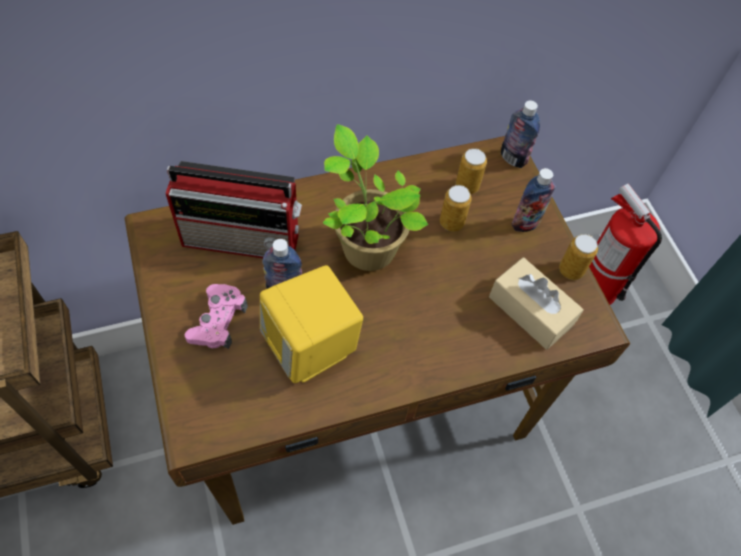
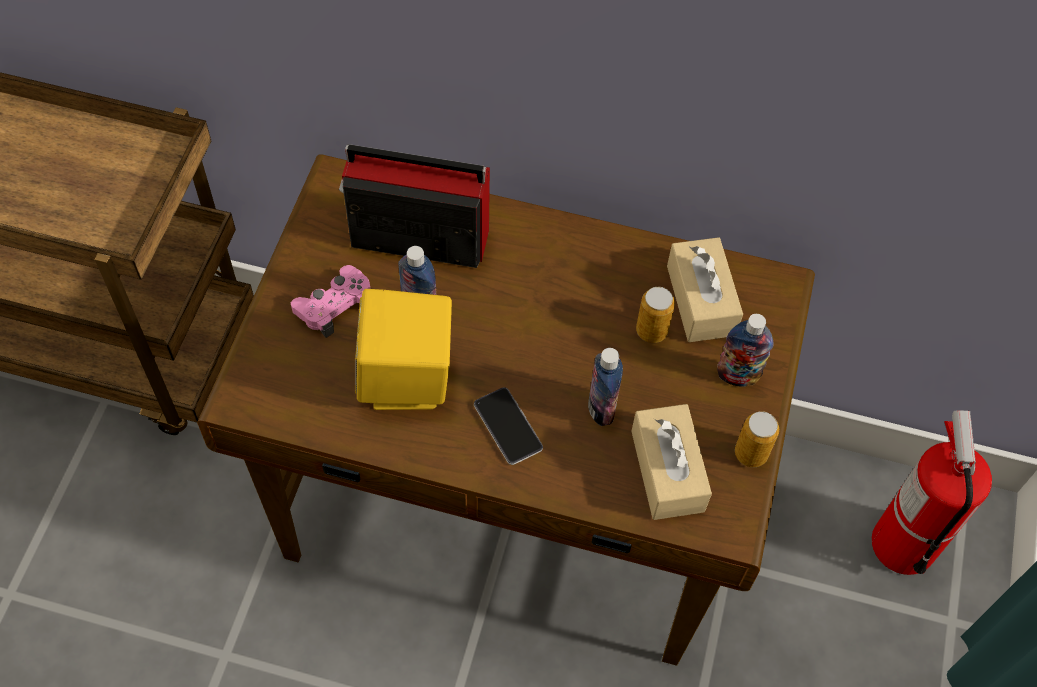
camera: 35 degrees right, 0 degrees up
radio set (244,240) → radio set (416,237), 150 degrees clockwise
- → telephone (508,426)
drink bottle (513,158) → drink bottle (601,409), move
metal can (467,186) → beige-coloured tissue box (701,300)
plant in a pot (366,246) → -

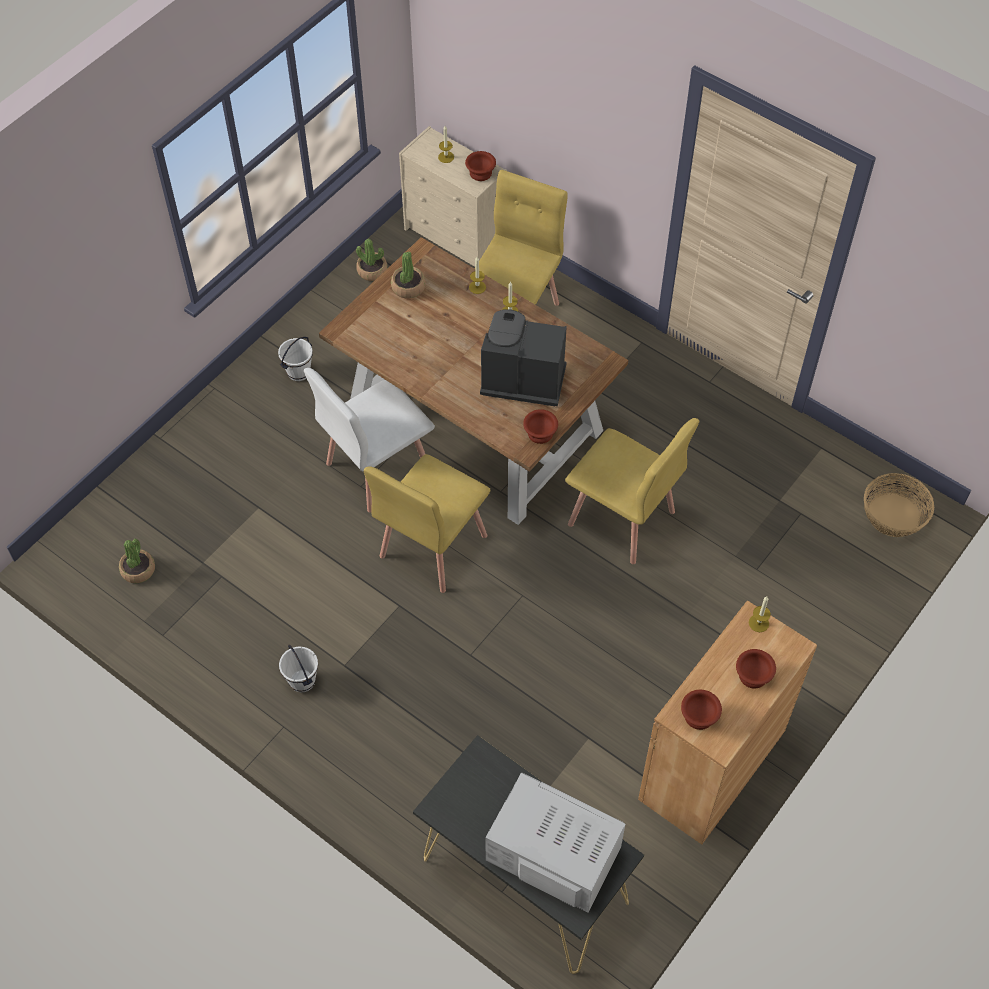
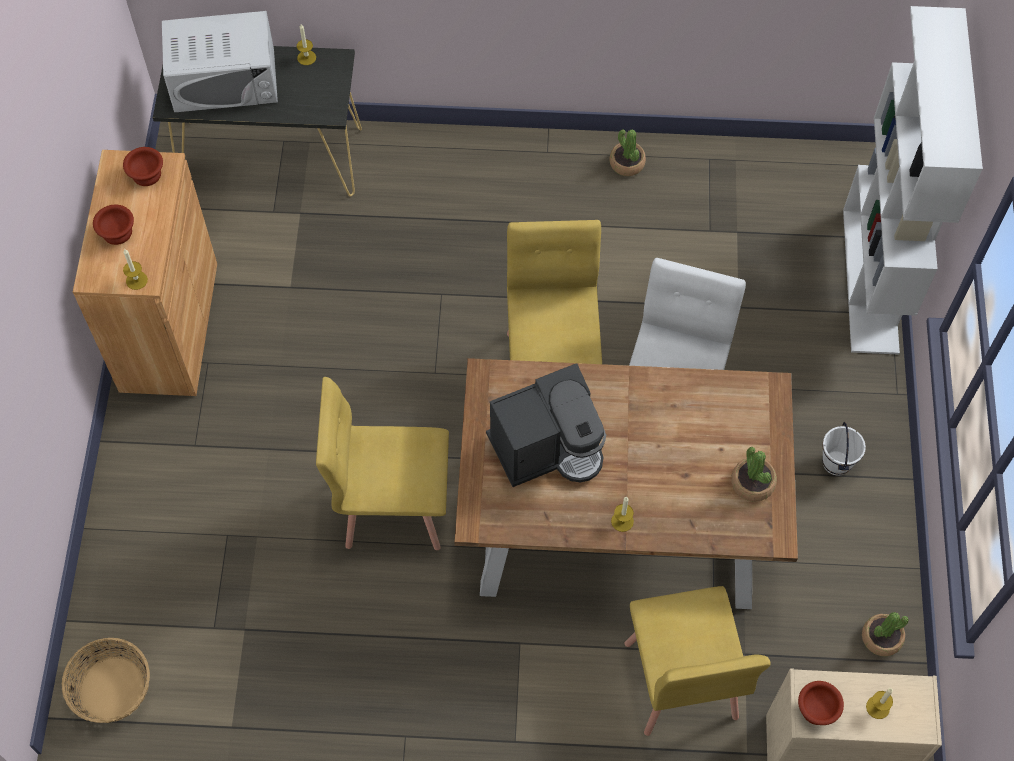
camera: 145 degrees right, 5 degrees up
wax candle (477,287) → wax candle (306,57), move
plant in a pot (138,570) → plant in a pot (626,163), move
- → whitish bookcase (871,281)
whitish bucket (301,681) → -
brown-coloured bowl (541,433) → -

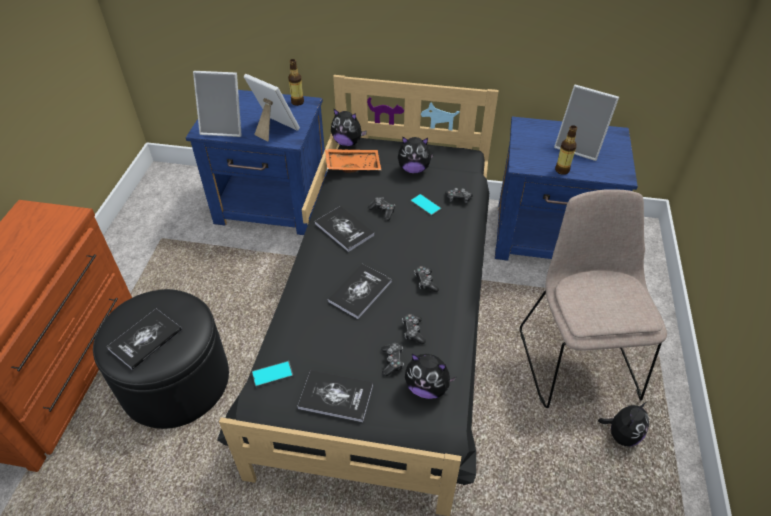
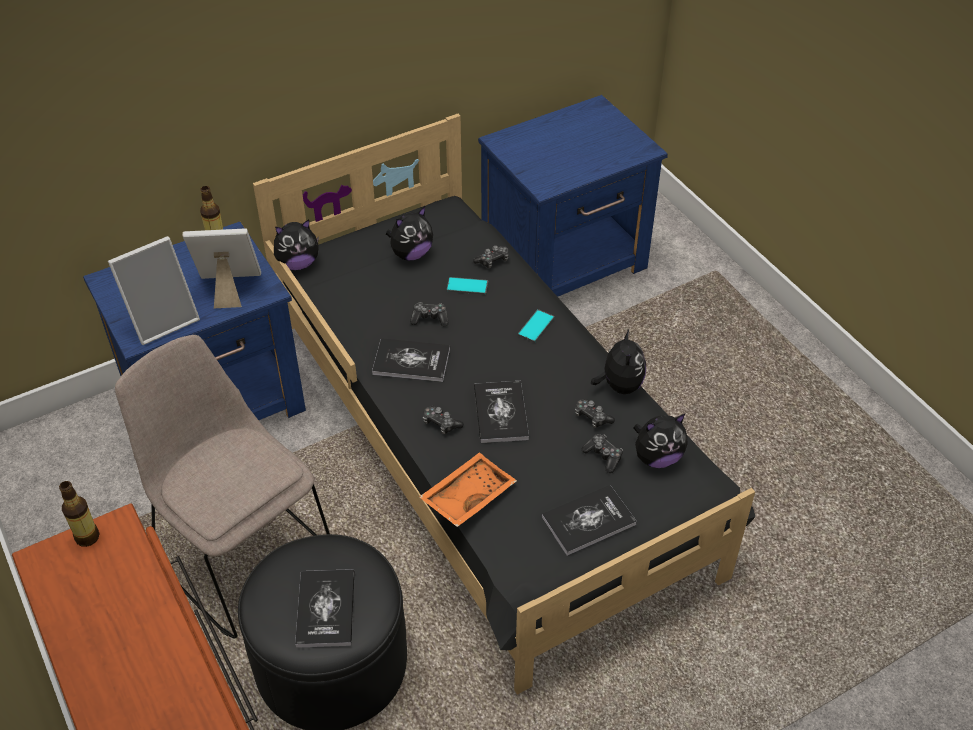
camera: 40 degrees left, 0 degrees up
drink bottle (562,170) → drink bottle (87,537), move
beige-coloured upright chair (576,359) → beige-coloured upright chair (243,556), move
orange-coloured serving tray (353,165) → orange-coloured serving tray (467,495), move
game controller (425,282) → game controller (441,423), move
telephone (272,374) → telephone (536,326), move
cuddly toy (621,434) → cuddly toy (619,385), move
standing frame (579,146) → -

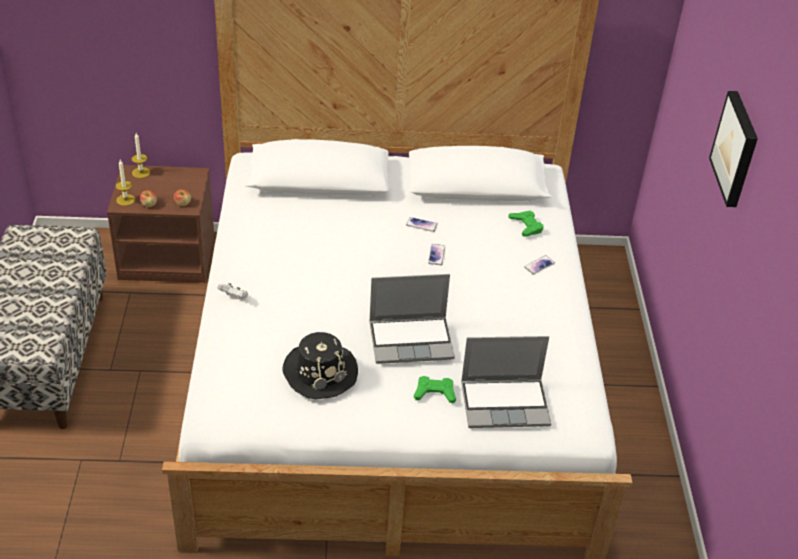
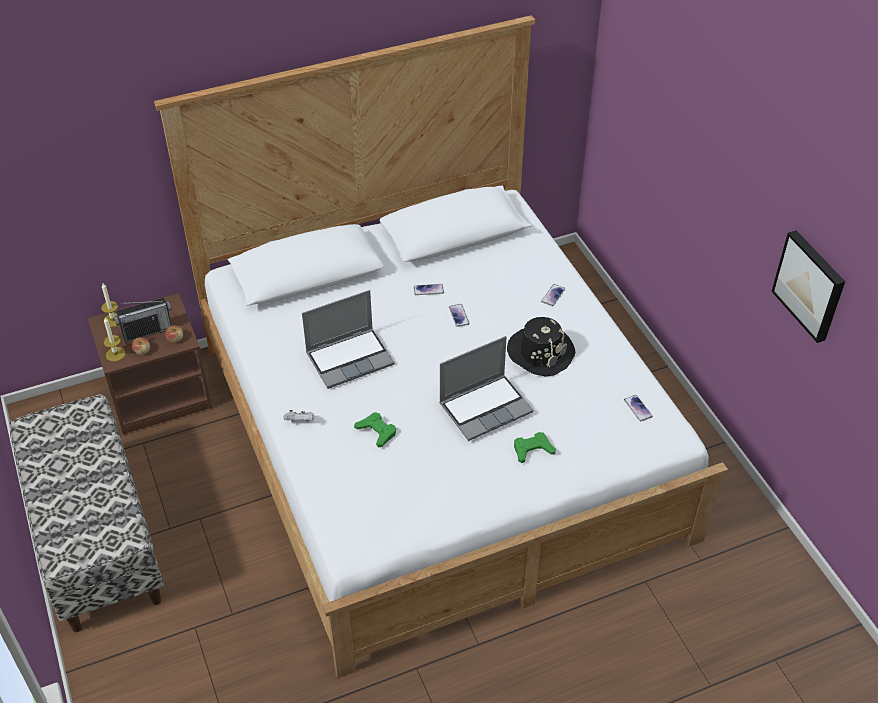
camera: 20 degrees left, 5 degrees up
- → radio set (147,332)
notebook computer (505,403) → notebook computer (350,358), move
greenish game controller (526,226) → greenish game controller (376,432), move
black hat (320,372) → black hat (540,352), move
- → telephone (638,408)
wall picture (737,149) → wall picture (810,285), move

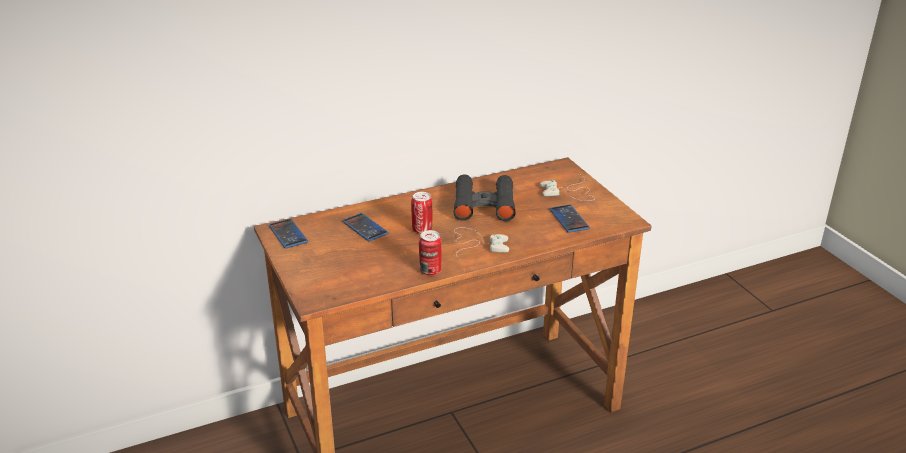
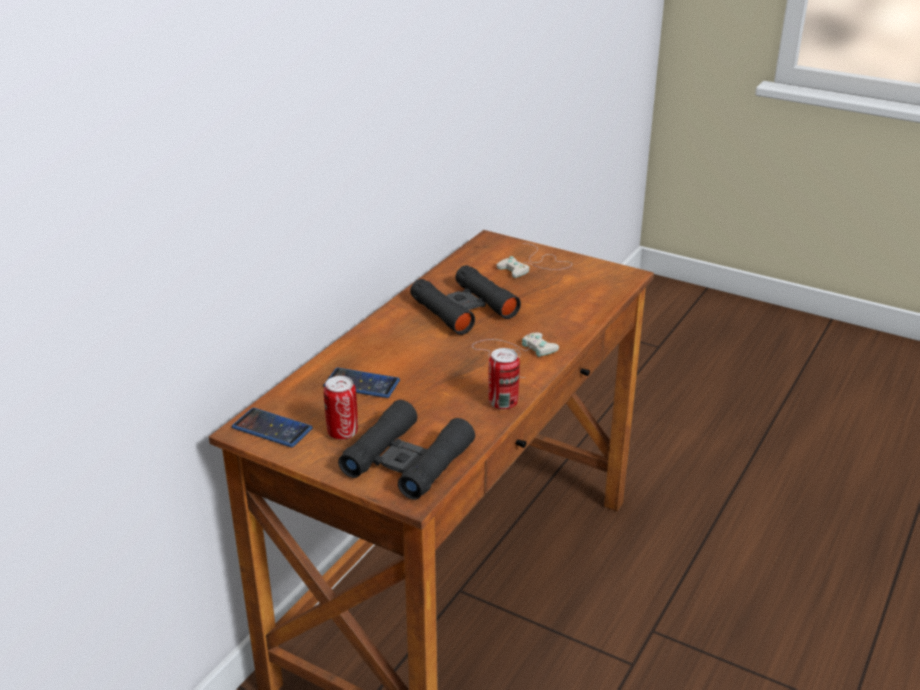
camera: 35 degrees left, 0 degrees up
metal can (422,230) → metal can (342,433), move
- → black field glasses (407,460)
telephone (569,219) → -

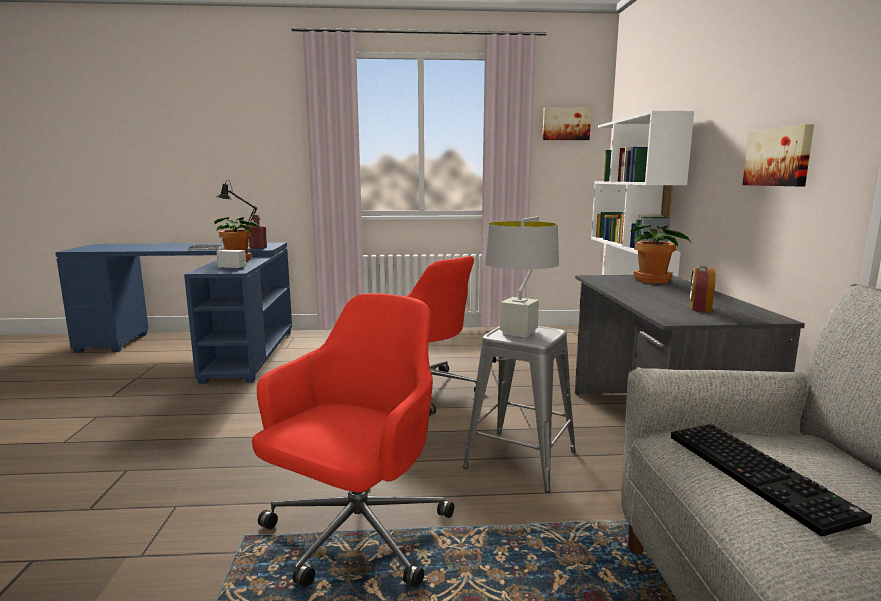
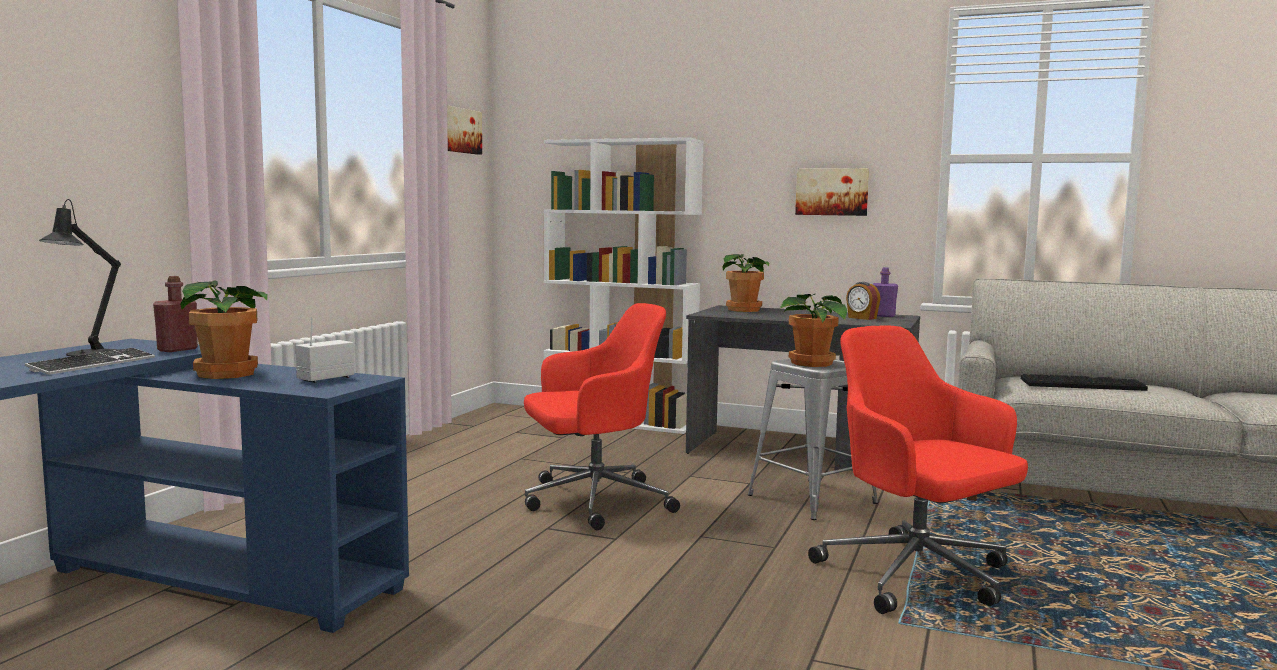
camera: 65 degrees left, 5 degrees down
greyish tabletop lamp (519,332) → plant in a pot (812,364)
- → purple drink bottle (883,316)

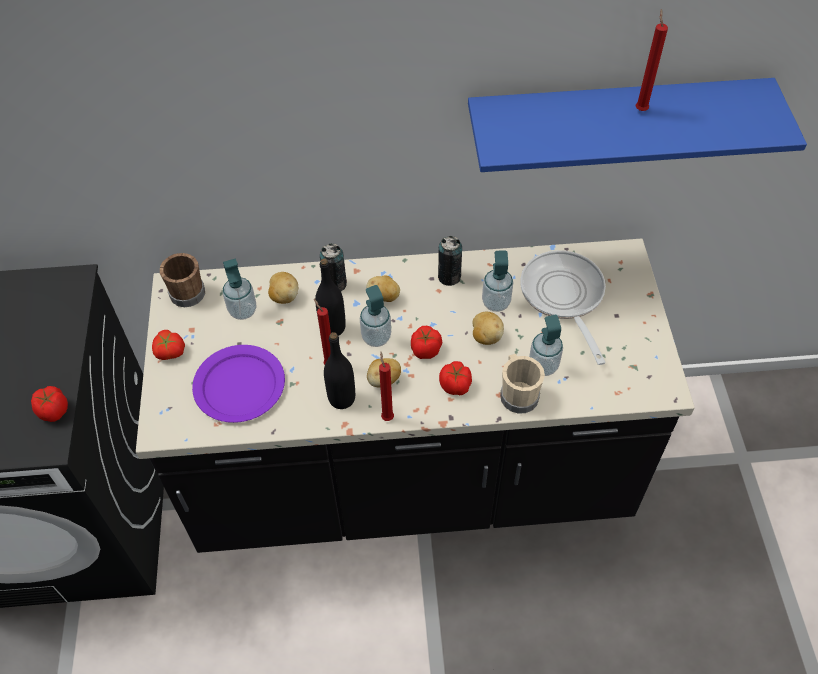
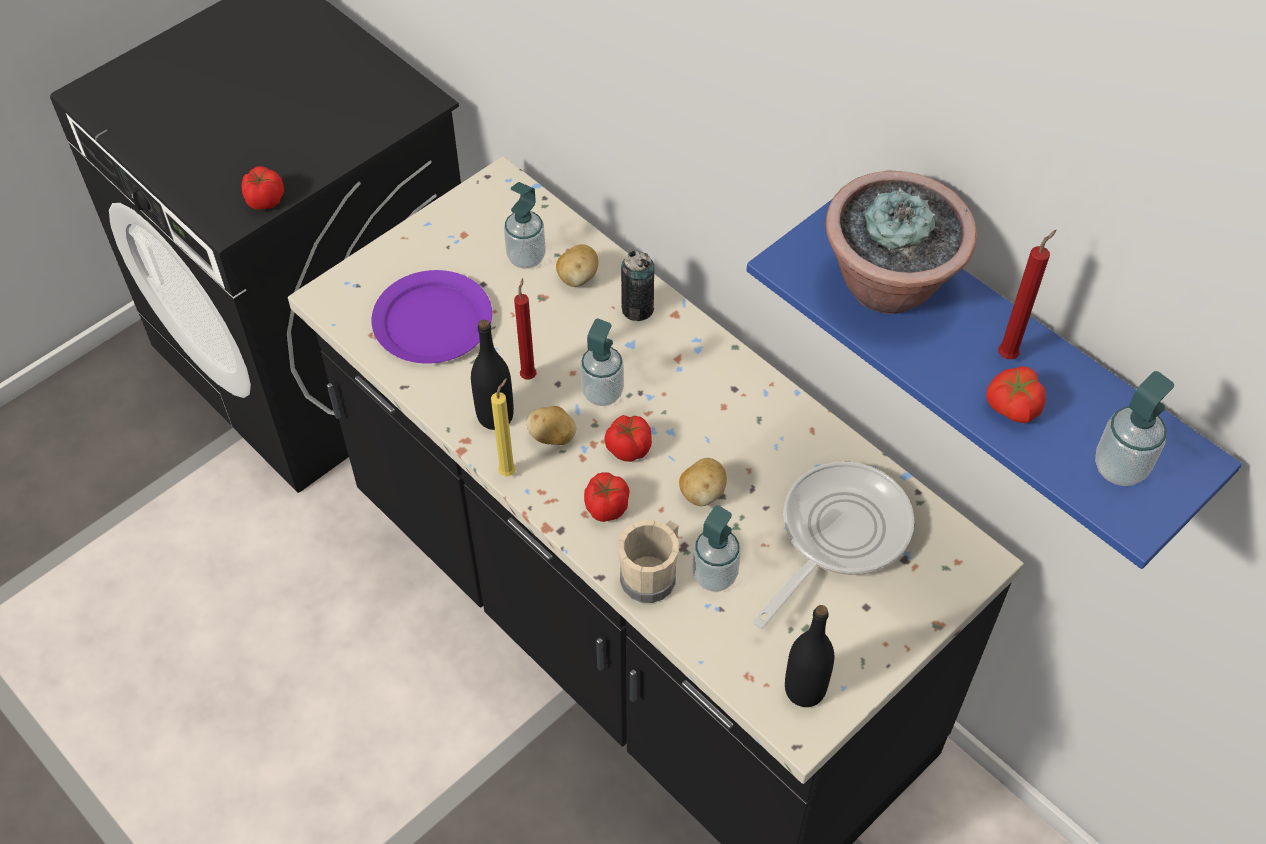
camera: 50 degrees right, 0 degrees up
red-coloured wax candle (387,416) → yellow-coloured wax candle (509,471)
black drink bottle (332,328) → black drink bottle (804,690), move
- → plant in a pot (889,285)
tomato (169,352) → tomato (1011,406), move
soap bottle (496,302) → soap bottle (1120,468), move
brown-coloured mug (186,290) → -
spud (384,297) → -
metal can (449,277) → -

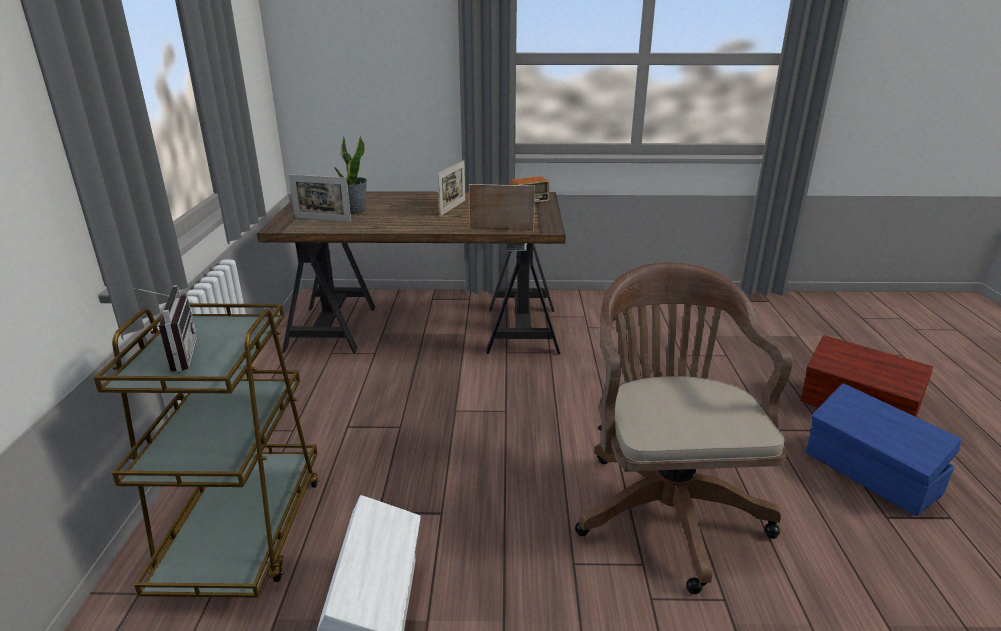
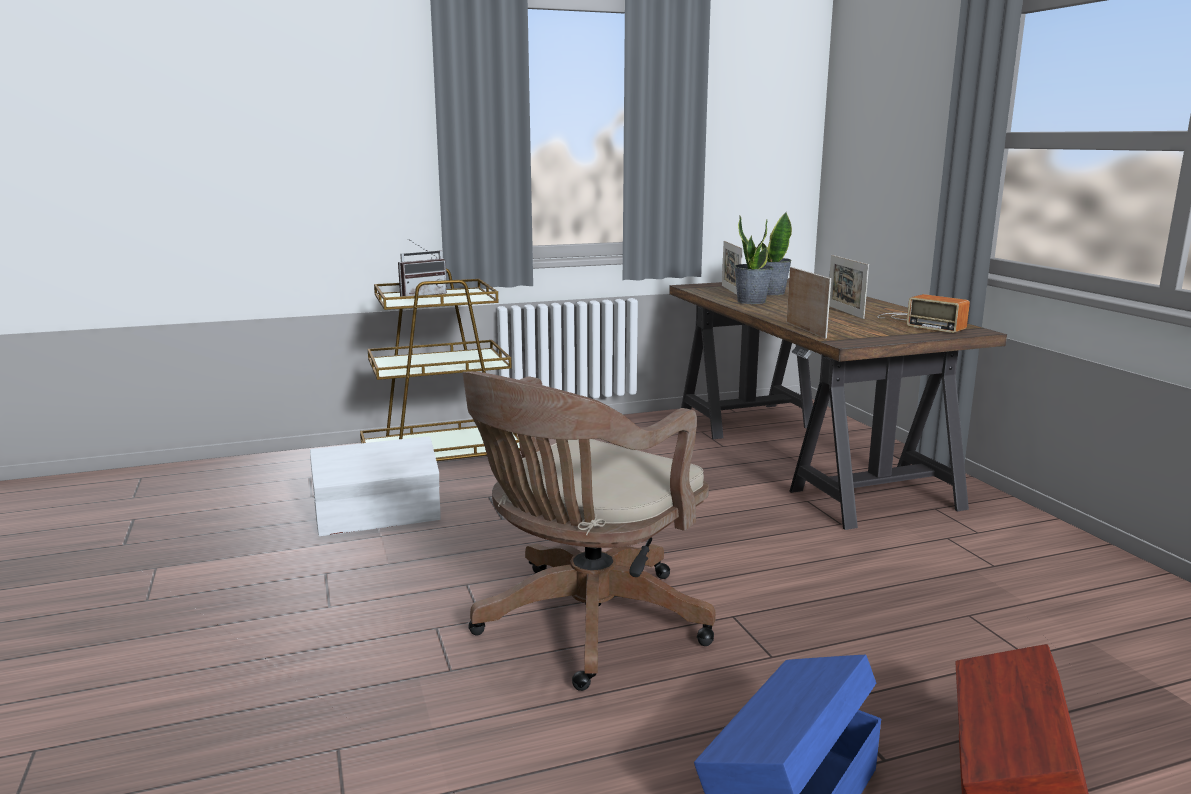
camera: 70 degrees right, 10 degrees down
brown-coloured office chair (666,505) → brown-coloured office chair (584,626), 150 degrees clockwise
- → plant in a pot (751,301)
standing frame (452,208) → standing frame (845,312), 75 degrees clockwise

